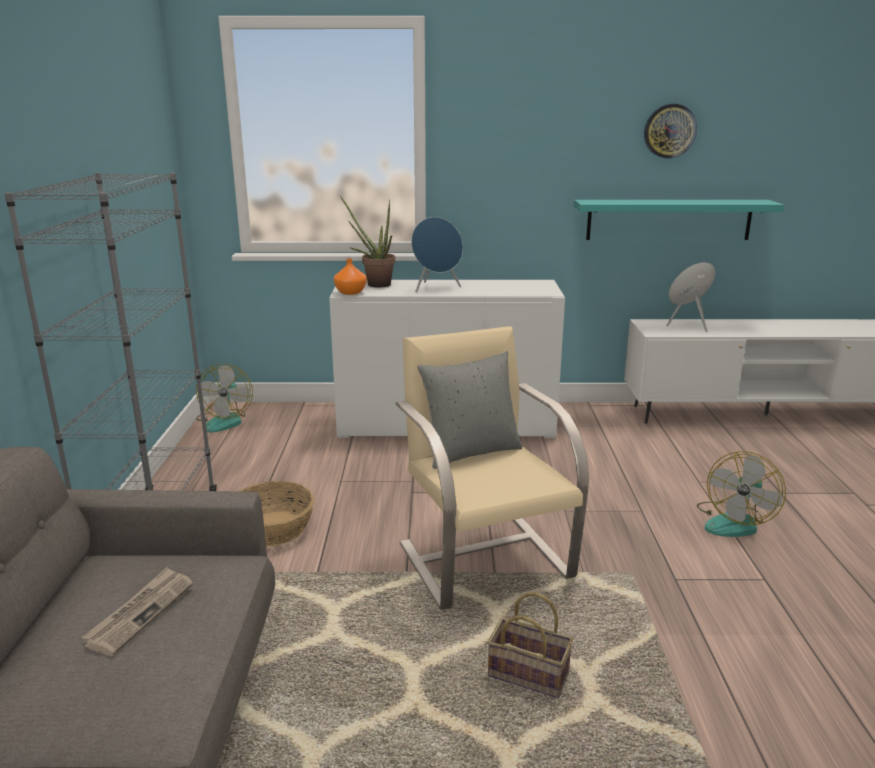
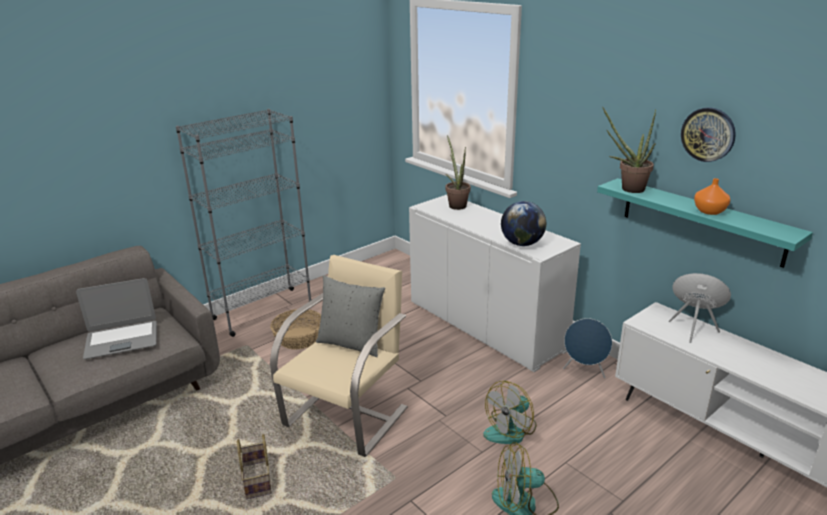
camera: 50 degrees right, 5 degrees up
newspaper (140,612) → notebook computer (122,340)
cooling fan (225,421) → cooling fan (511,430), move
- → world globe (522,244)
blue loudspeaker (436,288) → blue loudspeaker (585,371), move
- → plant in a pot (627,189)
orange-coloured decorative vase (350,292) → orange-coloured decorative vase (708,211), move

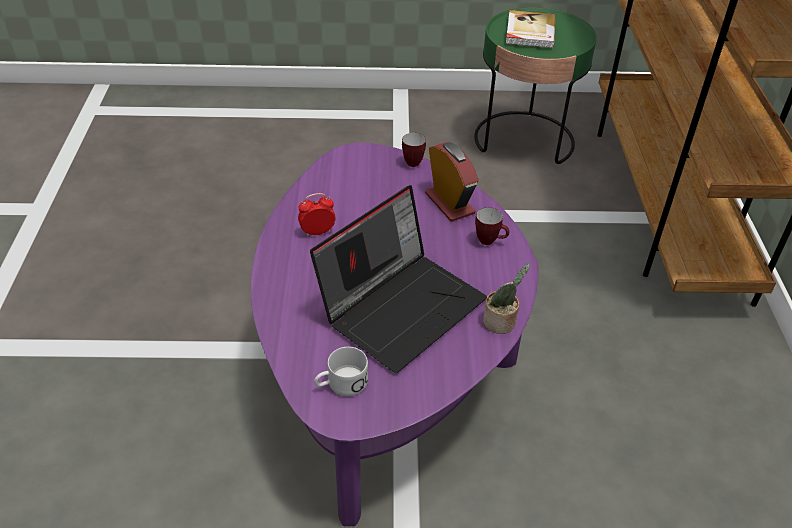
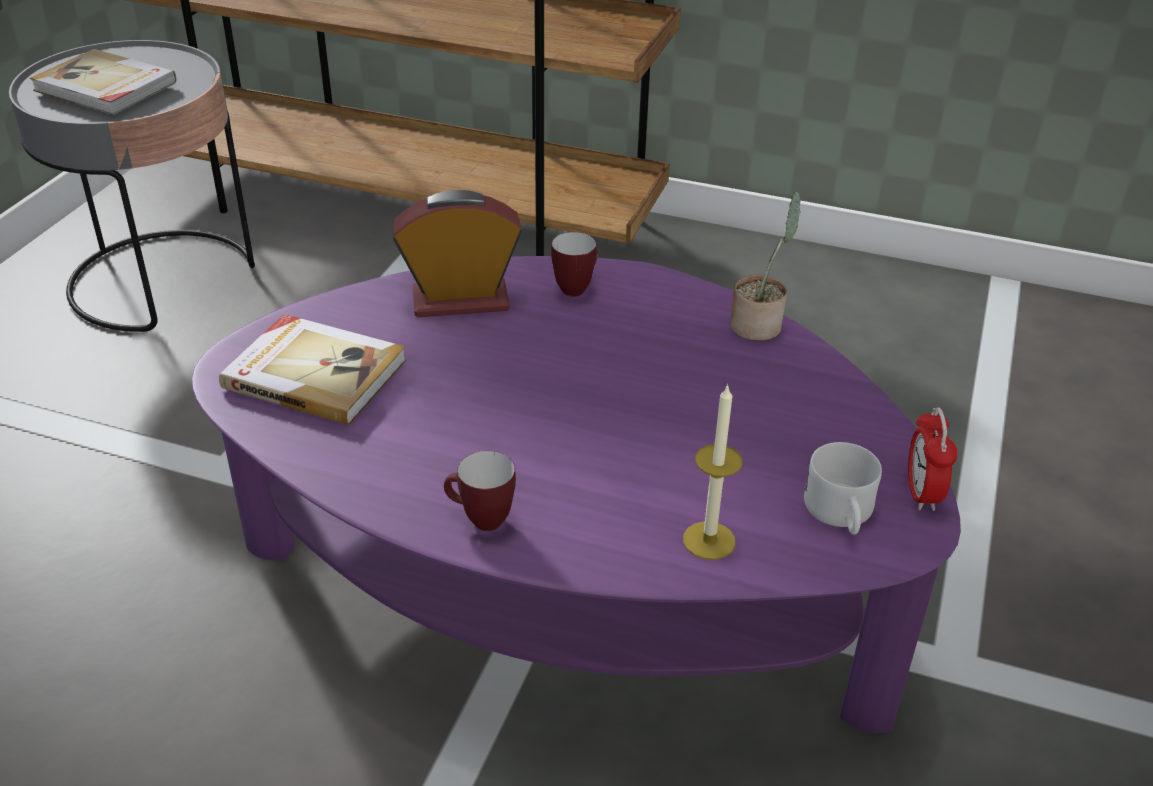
camera: 70 degrees left, 5 degrees down
greenish side table (524,140) → greyish side table (162,280)
- → volume (315,373)
mug (412,161) → mug (479,520), move
- → wax candle (709,540)
table clock (317,232) → table clock (921,494), move
notebook computer (402,306) → -

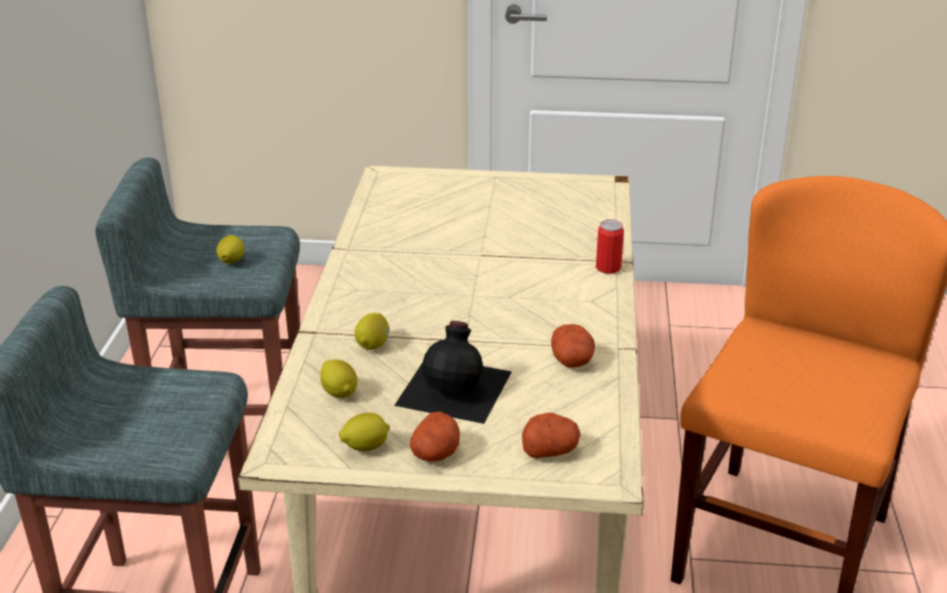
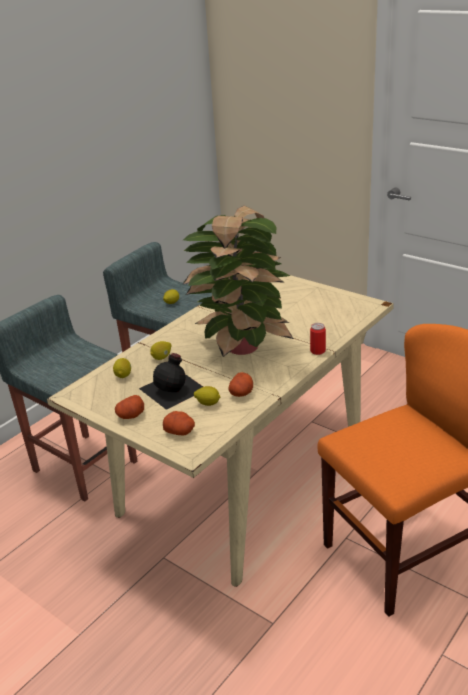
camera: 35 degrees right, 0 degrees up
- → plant in a pot (241,348)
lemon (365,447) → lemon (208,403), move

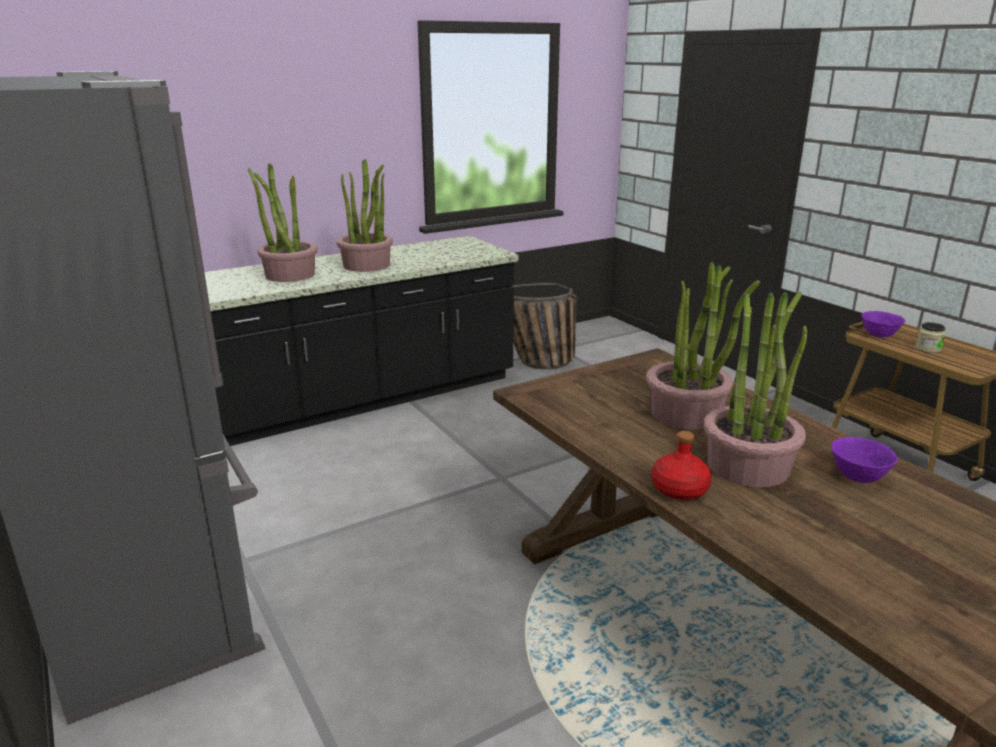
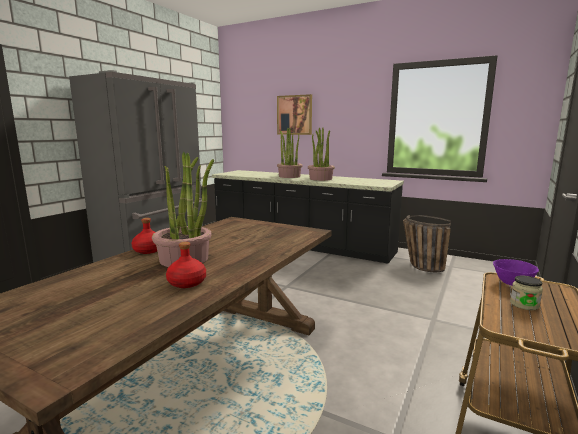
camera: 60 degrees right, 10 degrees down
purple bowl (858,477) → red-coloured drink bottle (187,283)
- → wall picture (294,115)
plant in a pot (686,413) → -

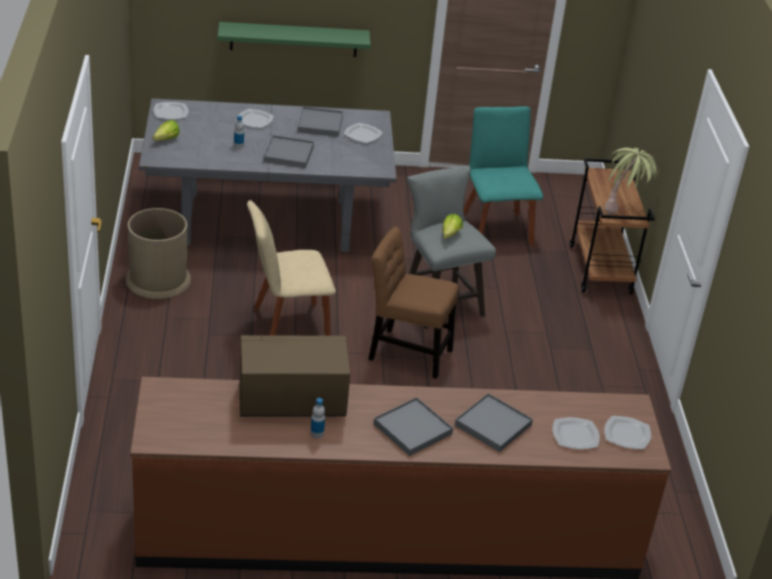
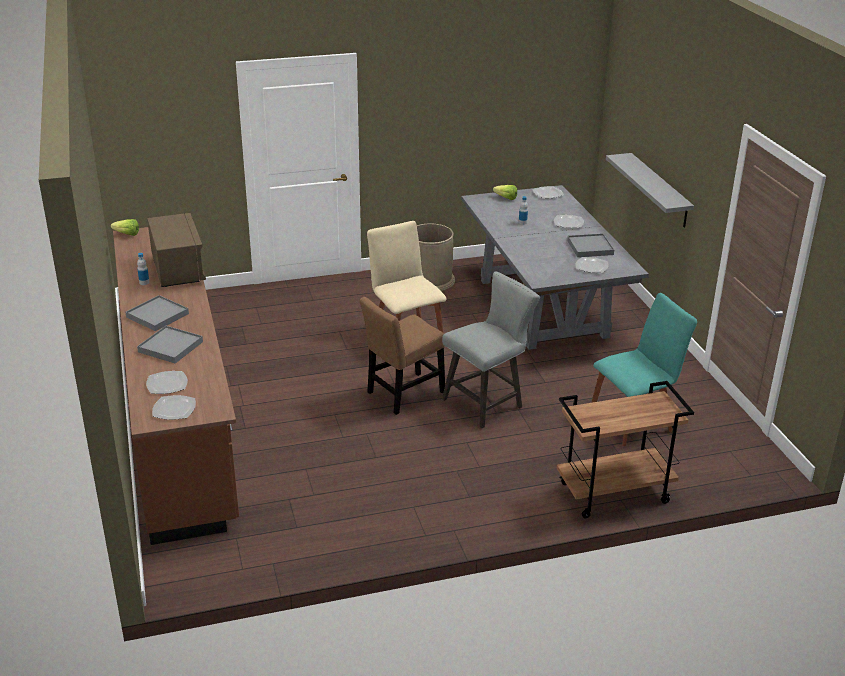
camera: 80 degrees right, 5 degrees down
head of lettuce (448,236) → head of lettuce (125,234), move
brown-coloured upright chair (406,352) → brown-coloured upright chair (403,394), 135 degrees counterclockwise
greenish shelf (293,39) → greyish shelf (659,190)
greyish serving tray (288,154) → -
plant in a pot (623,209) → -

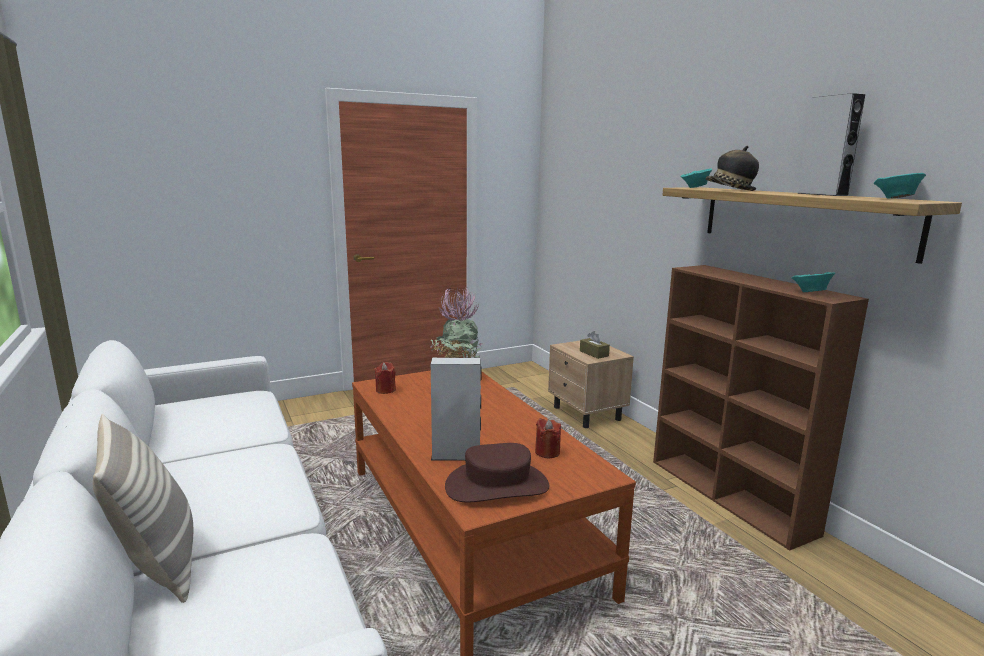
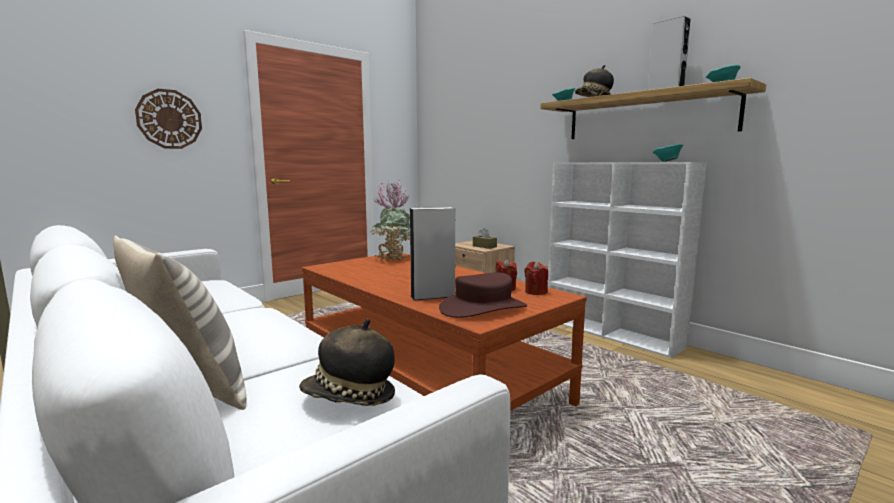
camera: 15 degrees left, 5 degrees down
- → wall clock (169,119)
- → hat (350,398)
red-coloured wax candle (385,390) → red-coloured wax candle (535,292), move
brown-coloured bookcase (730,496) → whitish bookcase (612,333)

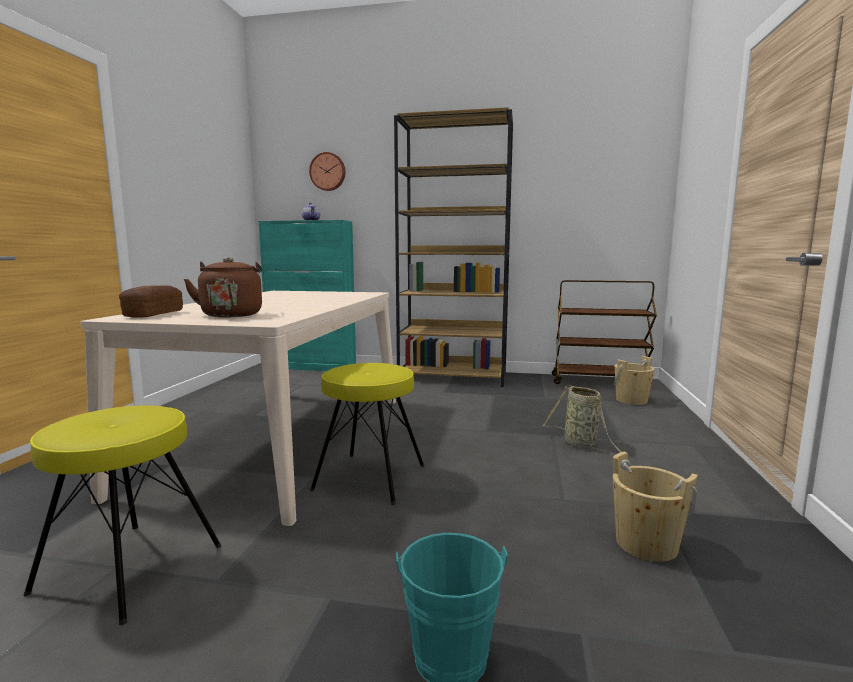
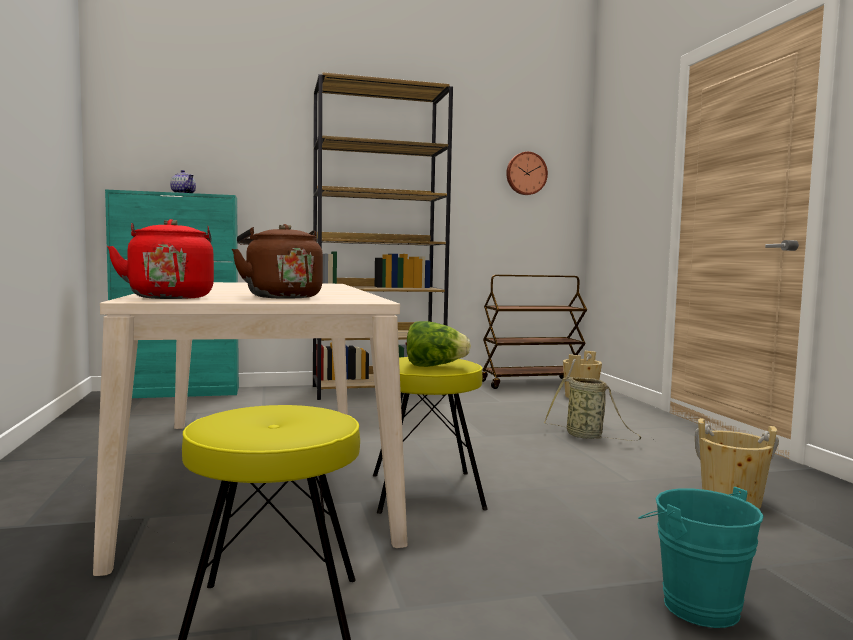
camera: 25 degrees left, 5 degrees down
bread (154,314) → red-coloured water kettle (171,297)
- → head of lettuce (434,366)
wall clock (328,172) → wall clock (526,173), move

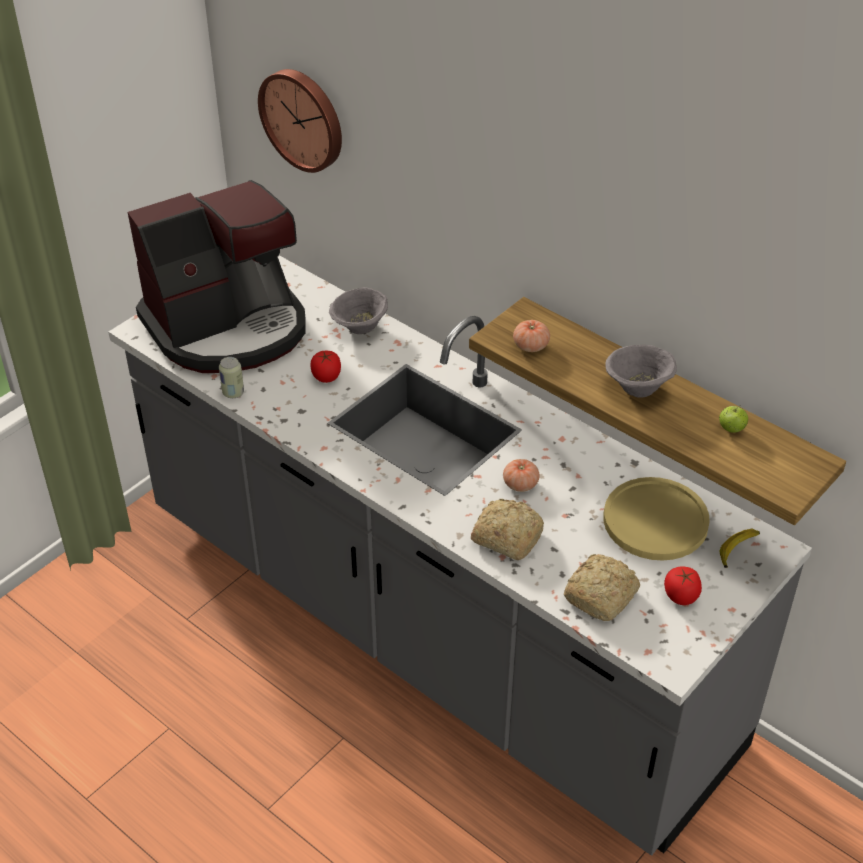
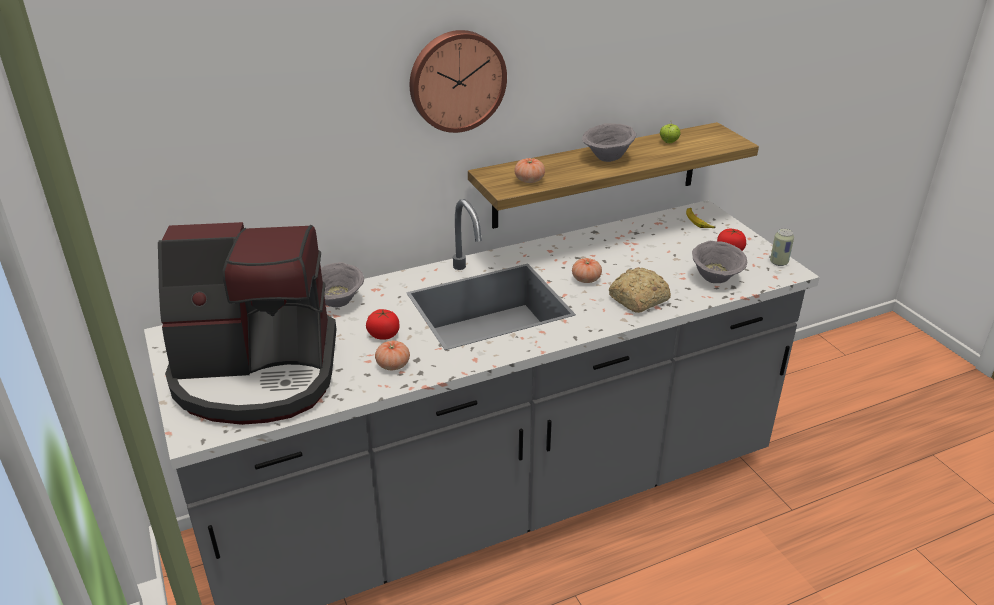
camera: 65 degrees left, 10 degrees down
coffee maker (228,327) → coffee maker (257,374), 90 degrees clockwise
- → tomato (393,365)
wall clock (303,118) → wall clock (456,80), move
bread (602,595) → greyish bowl (716,278)
metal can (233,393) → metal can (779,262), move
yellow-coloured plate (655,520) → -

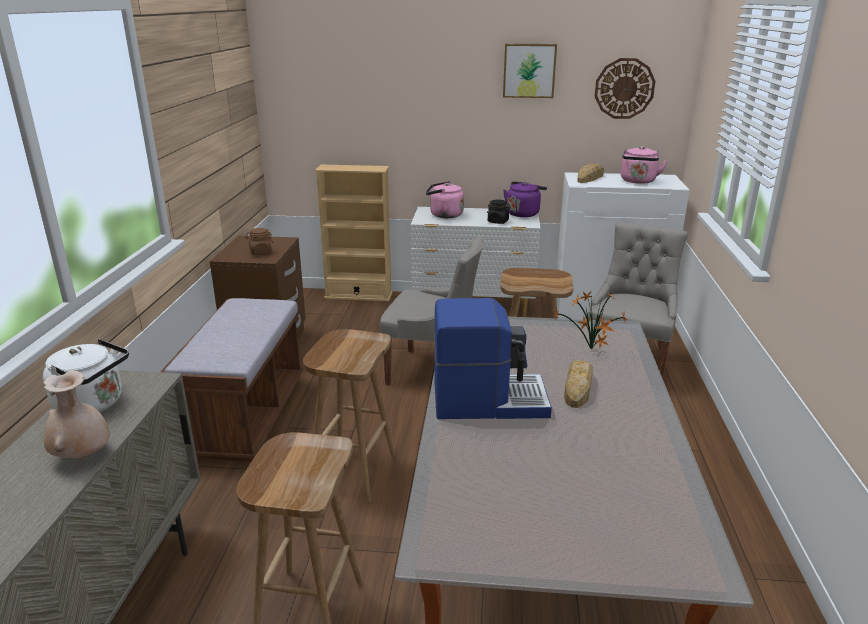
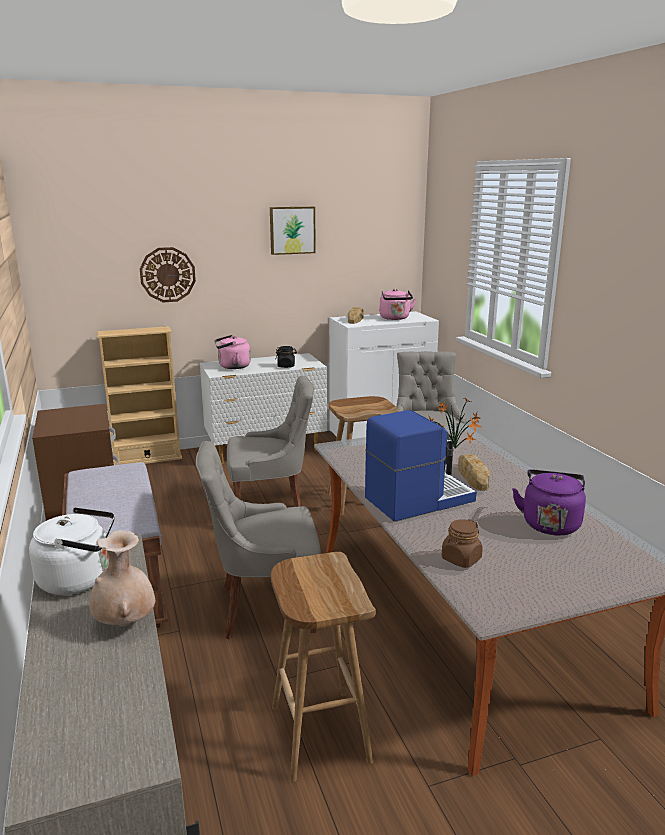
camera: 25 degrees left, 5 degrees down
wall clock (624,88) → wall clock (167,274), move
brown-coloured stool seat (352,471) → greyish upright chair (264,608)
brown-coloured jar (260,252) → brown-coloured jar (461,559), move
purple water kettle (523,213) → purple water kettle (550,523), move

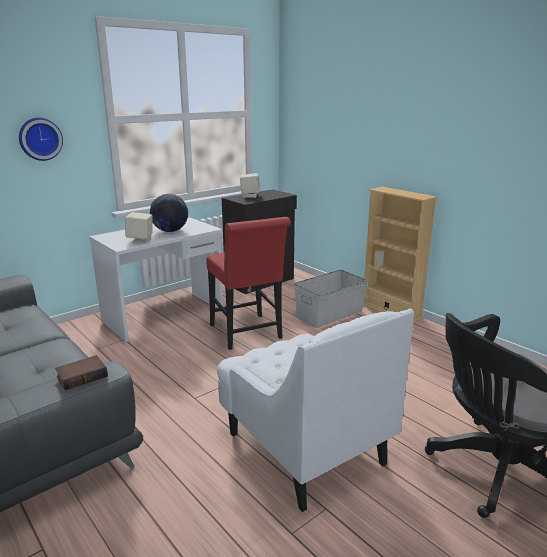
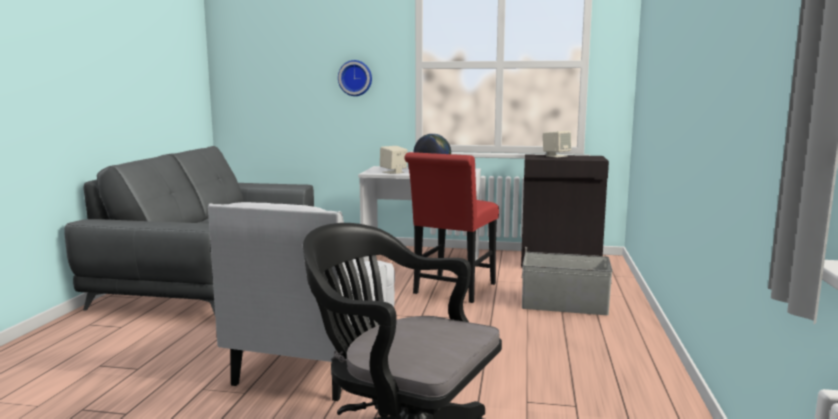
camera: 50 degrees right, 10 degrees down
volume (82,375) → -
beige-coloured bookcase (391,311) → -

